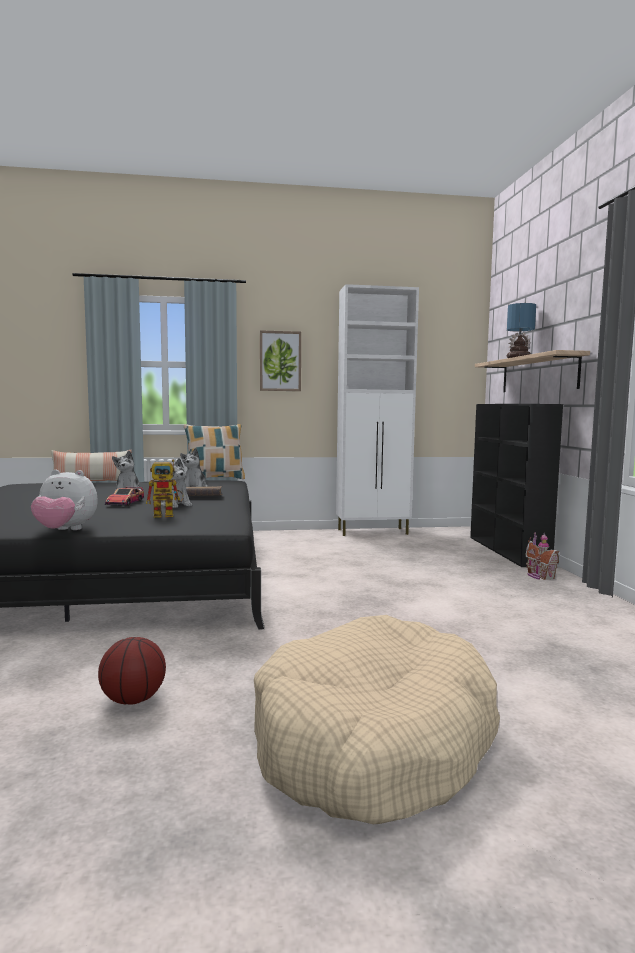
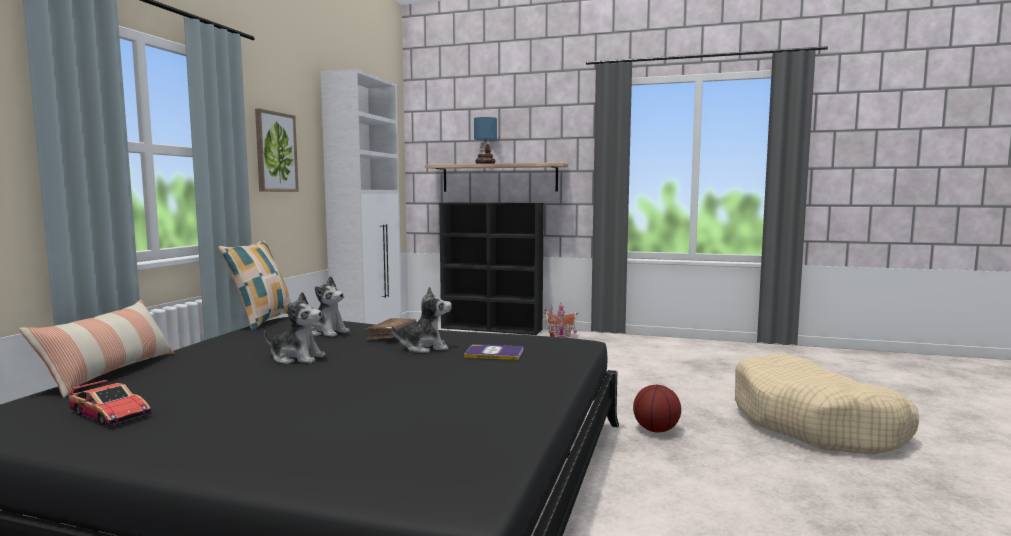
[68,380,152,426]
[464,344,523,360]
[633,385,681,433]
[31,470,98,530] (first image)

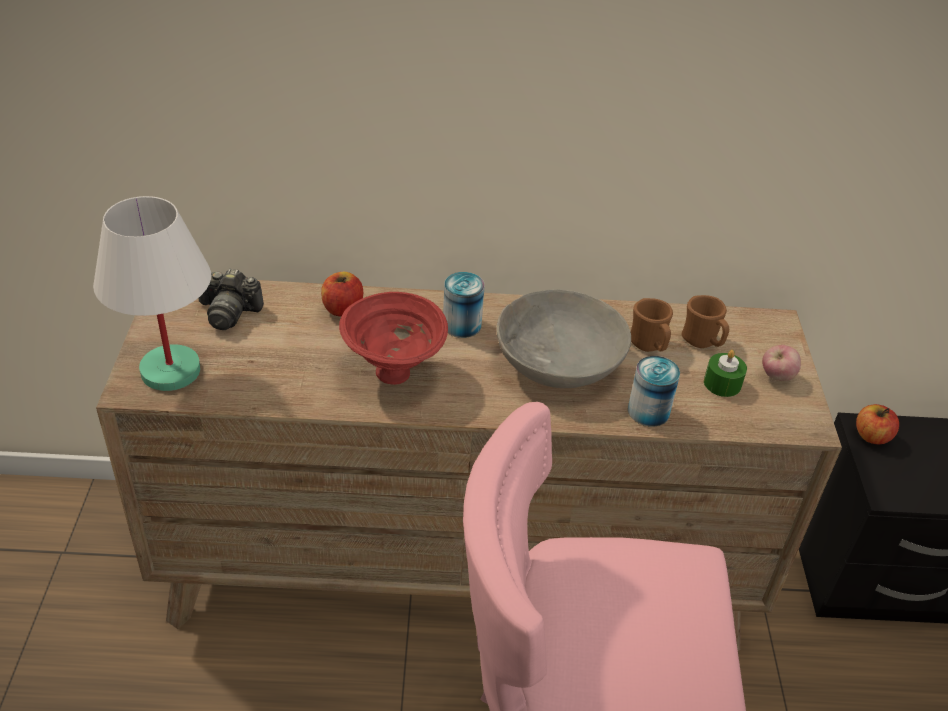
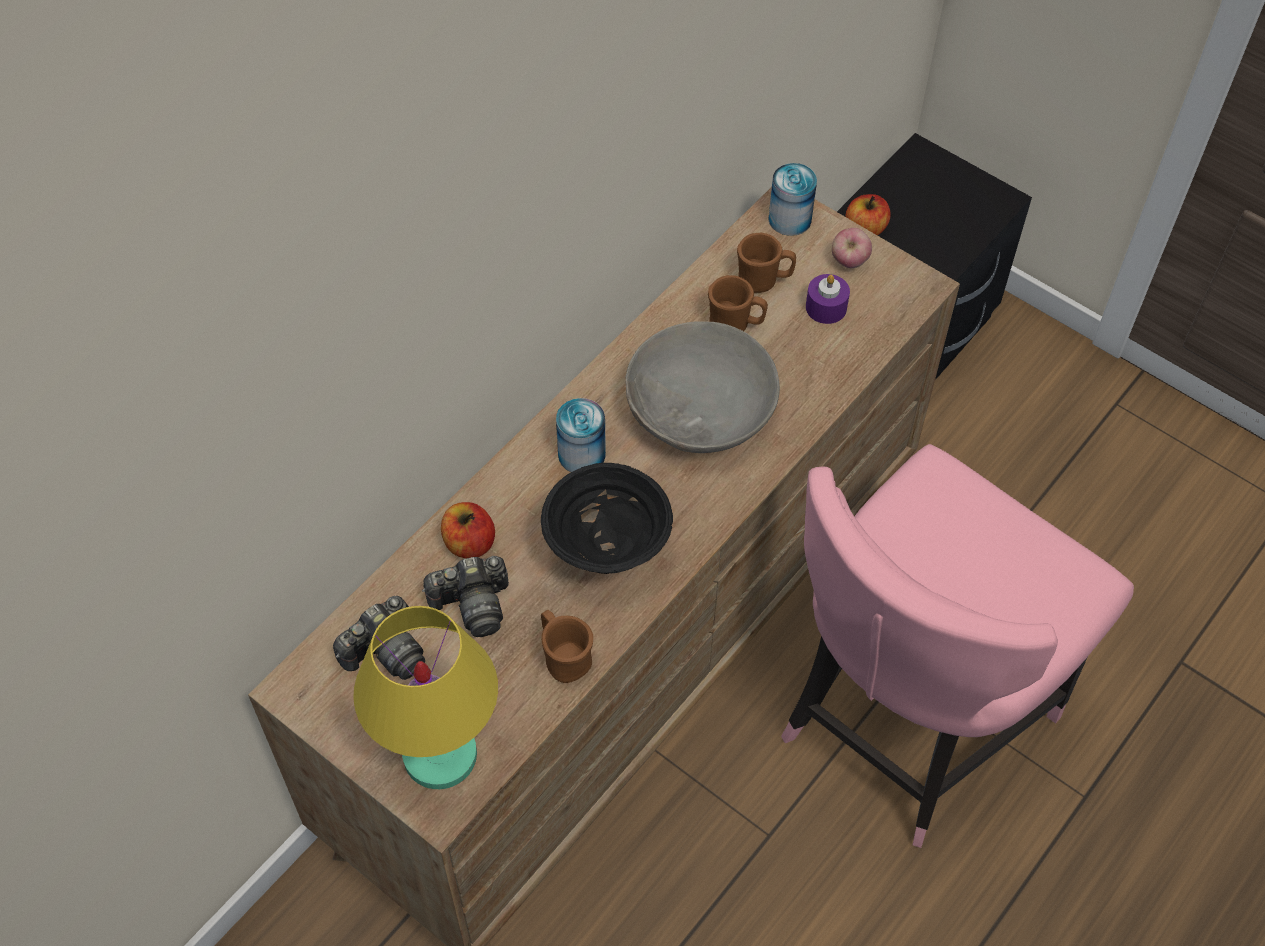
[353,606,498,789]
[422,556,509,637]
[541,463,673,574]
[541,610,593,683]
[768,163,817,236]
[806,274,850,324]

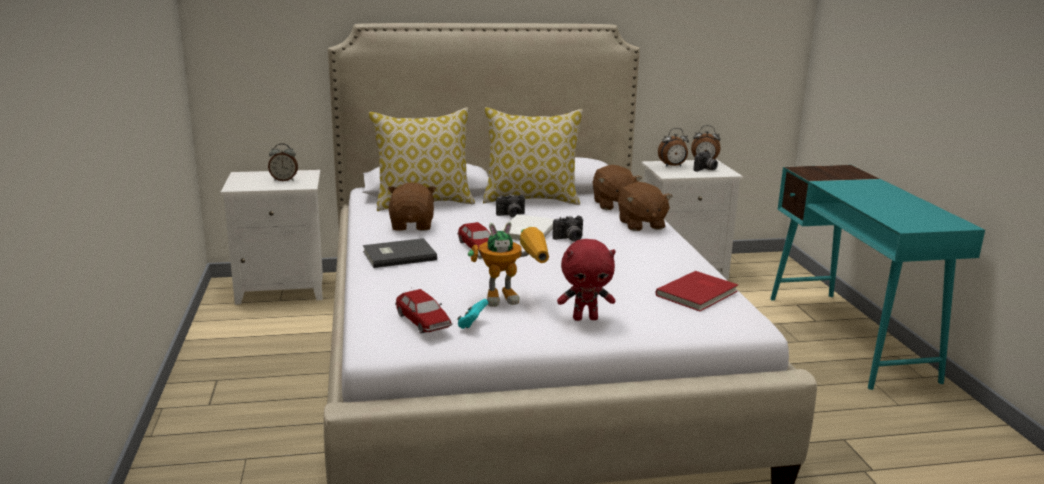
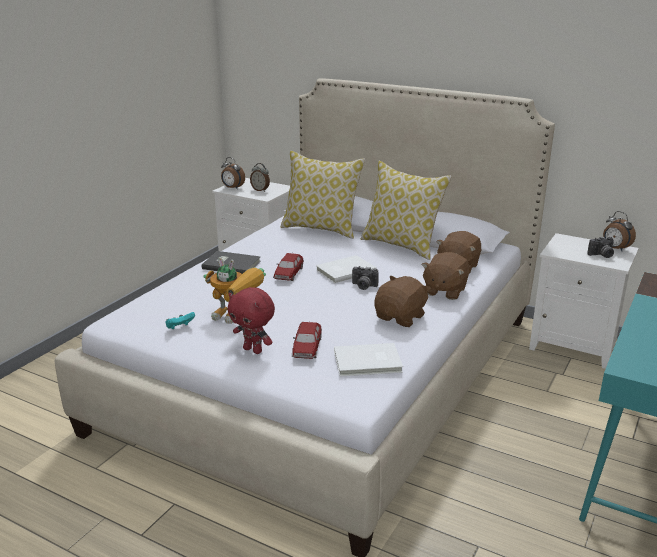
[221,157,245,189]
[292,322,322,359]
[334,343,403,377]
[374,275,431,327]
[496,194,525,218] (first image)

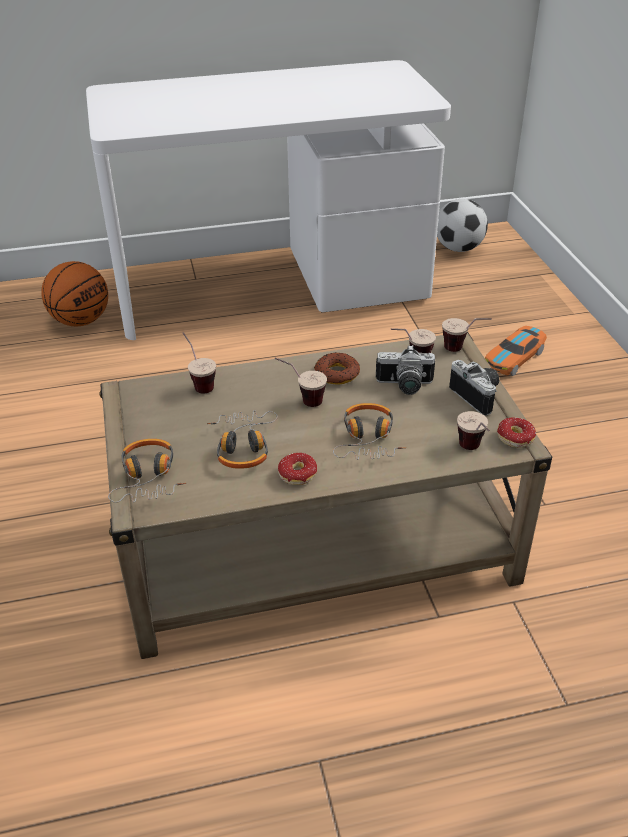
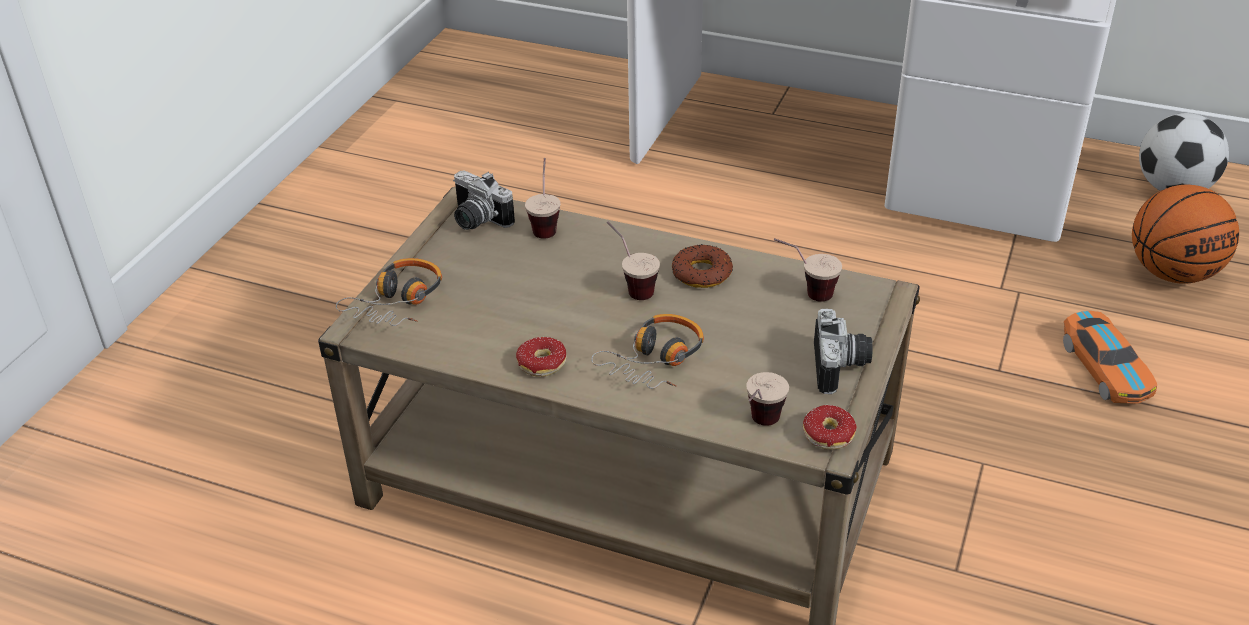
[453,170,515,230]
[1063,311,1157,403]
[1132,185,1239,284]
[207,410,278,469] (first image)
[442,318,492,352] (first image)

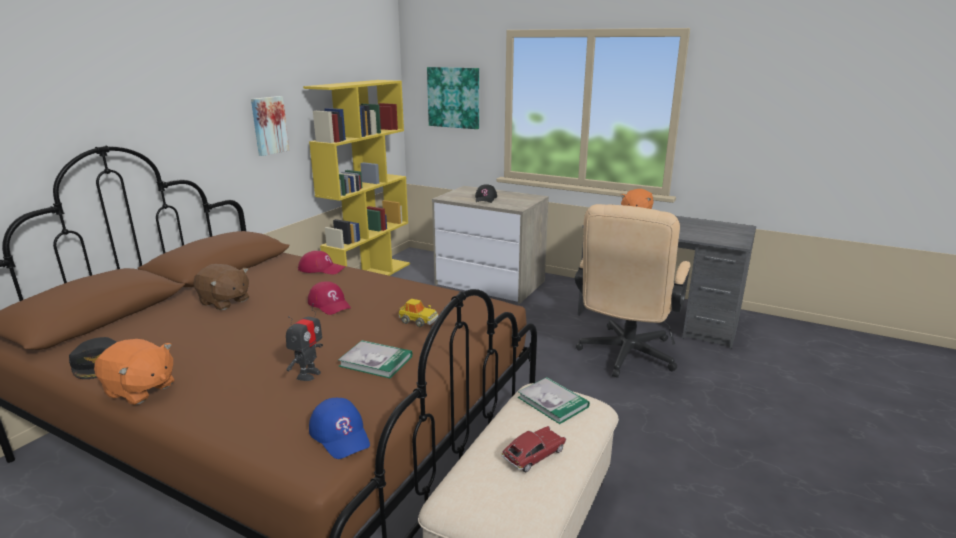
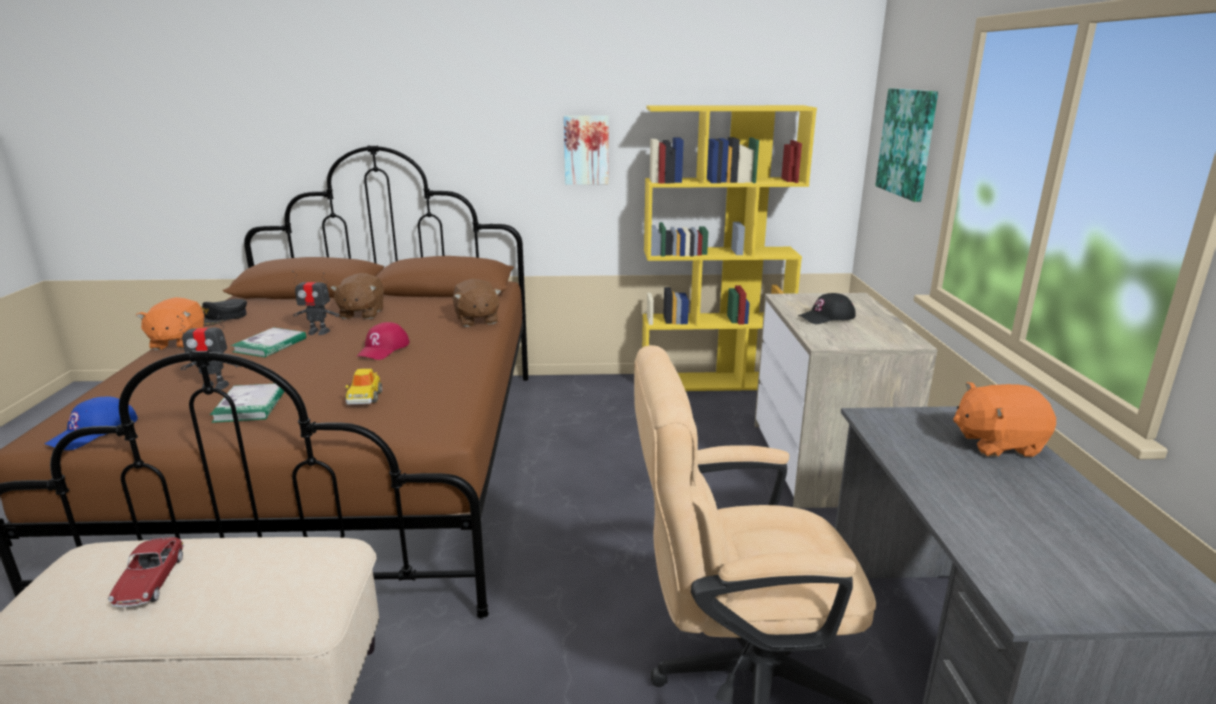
[108,537,184,607]
[231,327,306,357]
[292,271,340,335]
[453,279,501,327]

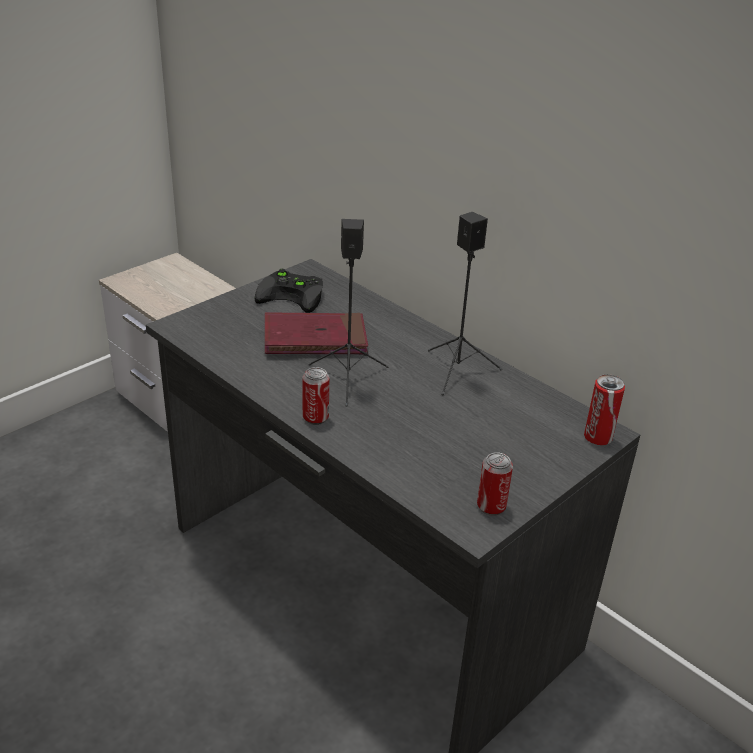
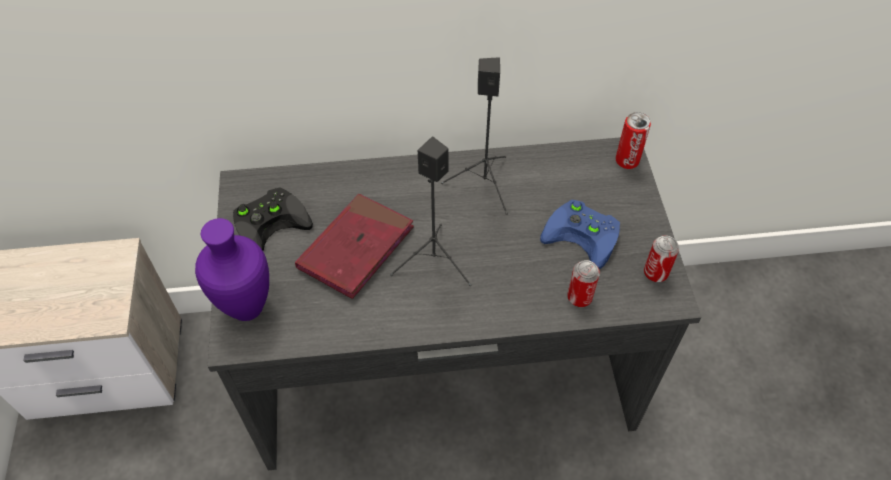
[195,218,269,321]
[540,200,620,269]
[567,260,600,307]

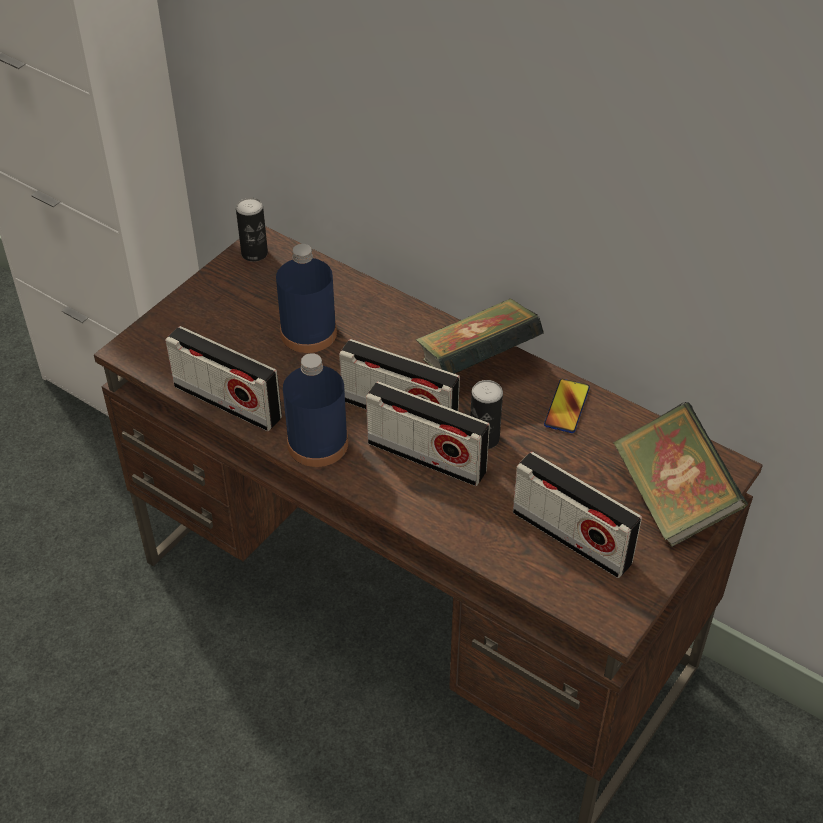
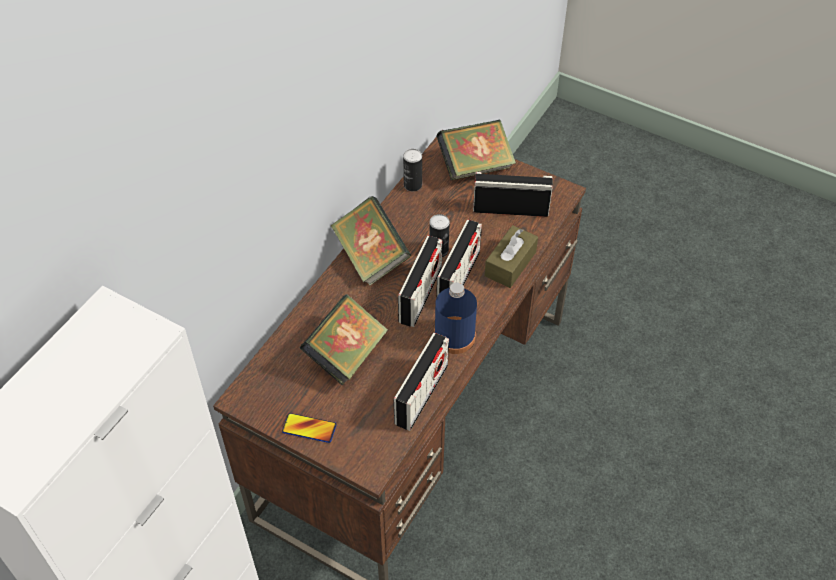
[282,413,337,443]
[300,294,388,386]
[403,149,422,192]
[473,172,553,217]
[485,225,538,288]

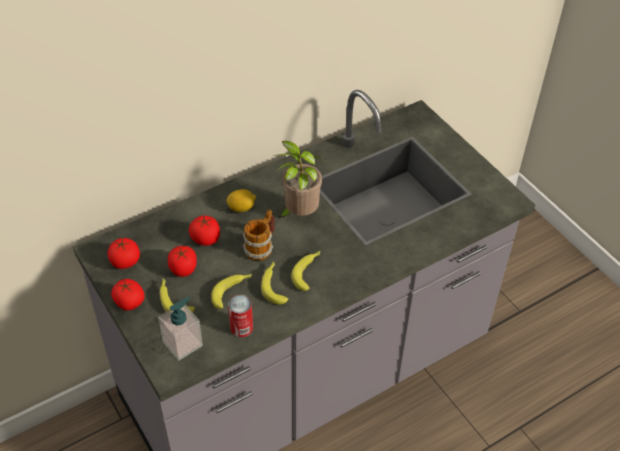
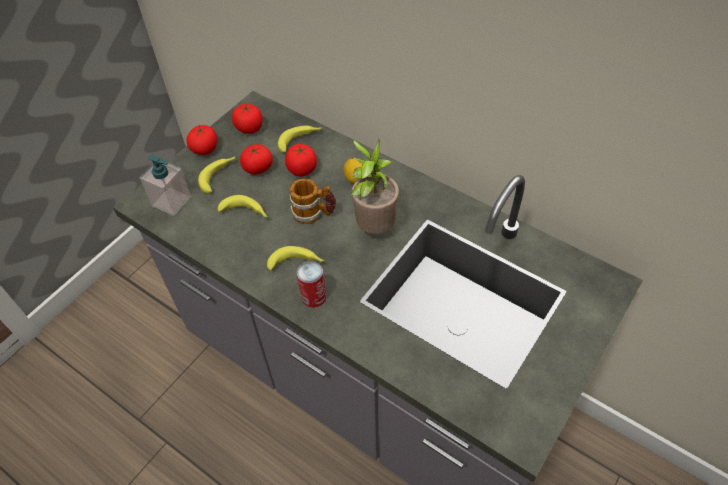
[278,126,322,153]
[297,261,326,308]

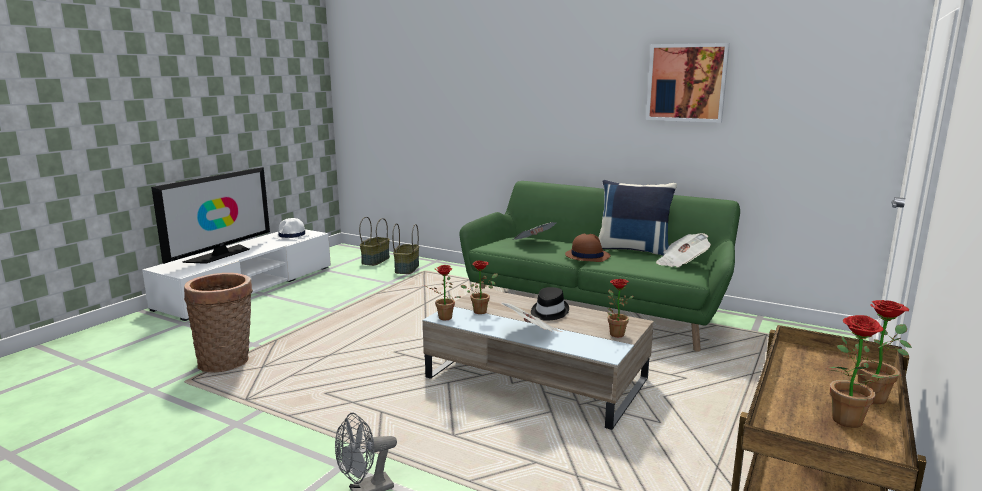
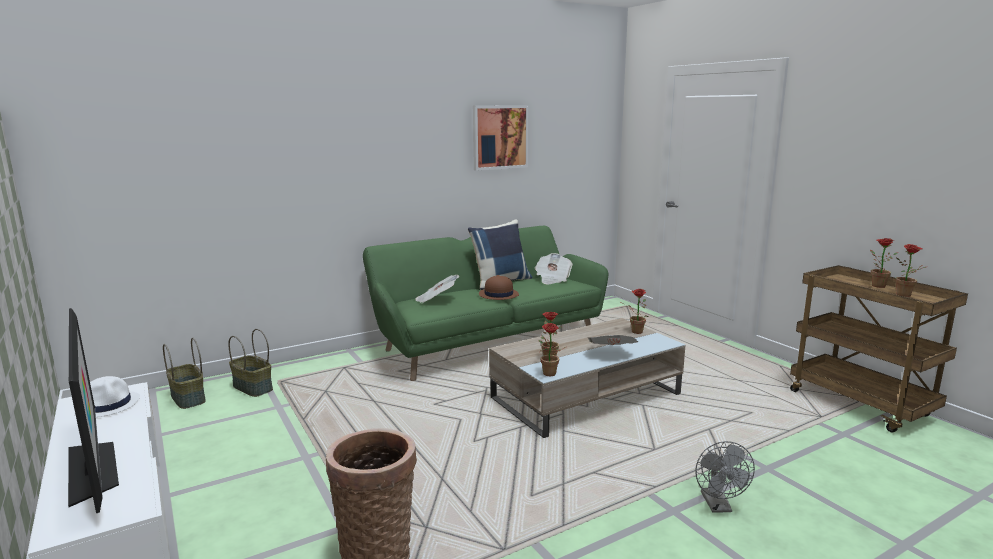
[531,287,569,321] (first image)

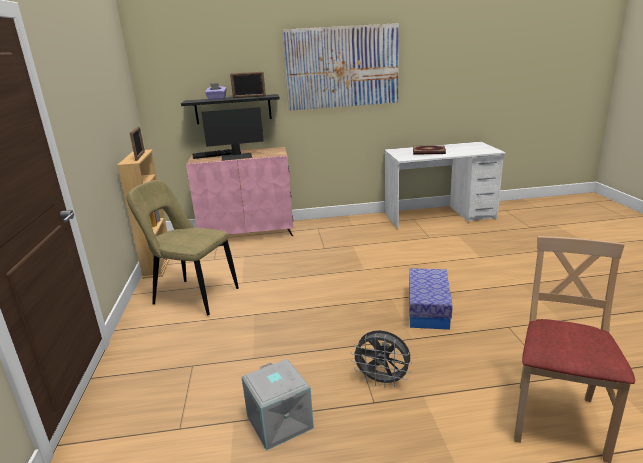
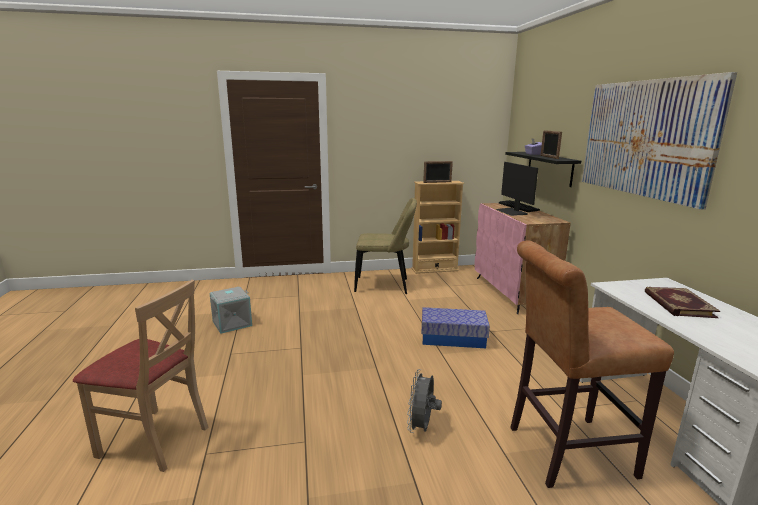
[354,198,417,294]
[407,369,442,433]
[421,307,490,348]
[510,240,674,488]

